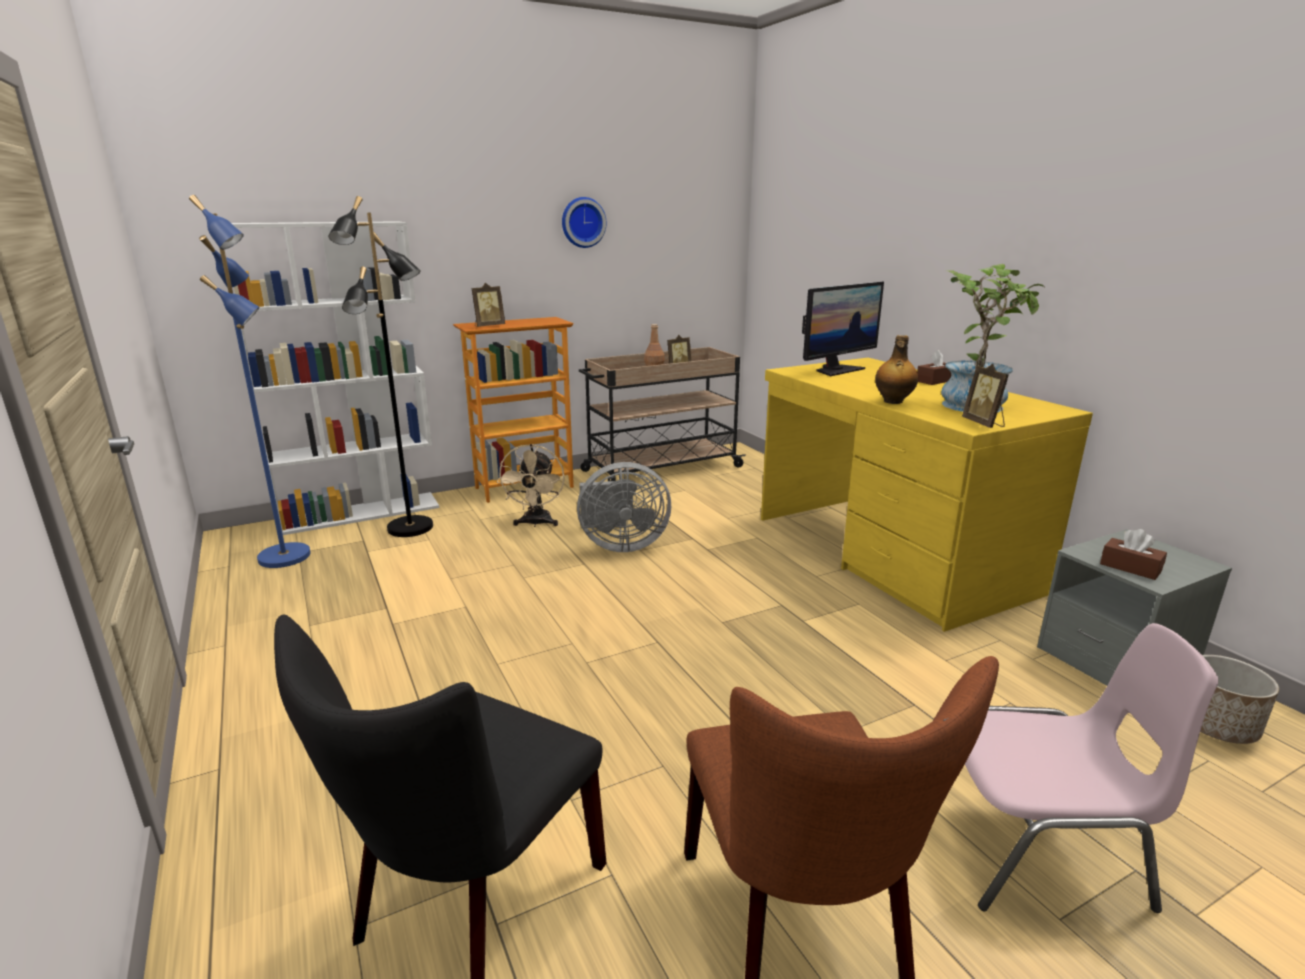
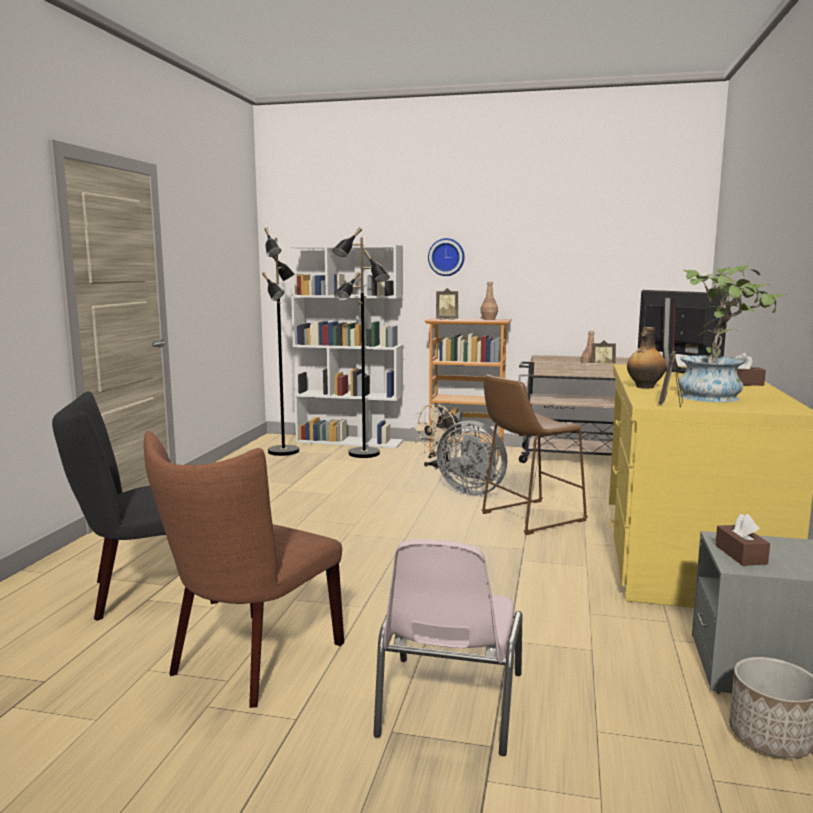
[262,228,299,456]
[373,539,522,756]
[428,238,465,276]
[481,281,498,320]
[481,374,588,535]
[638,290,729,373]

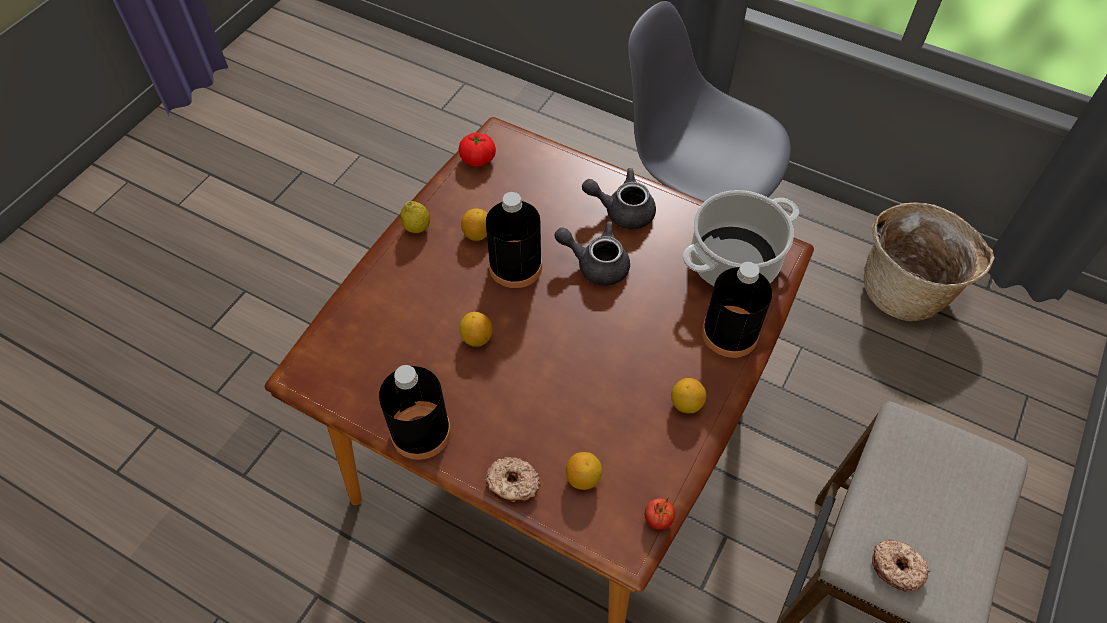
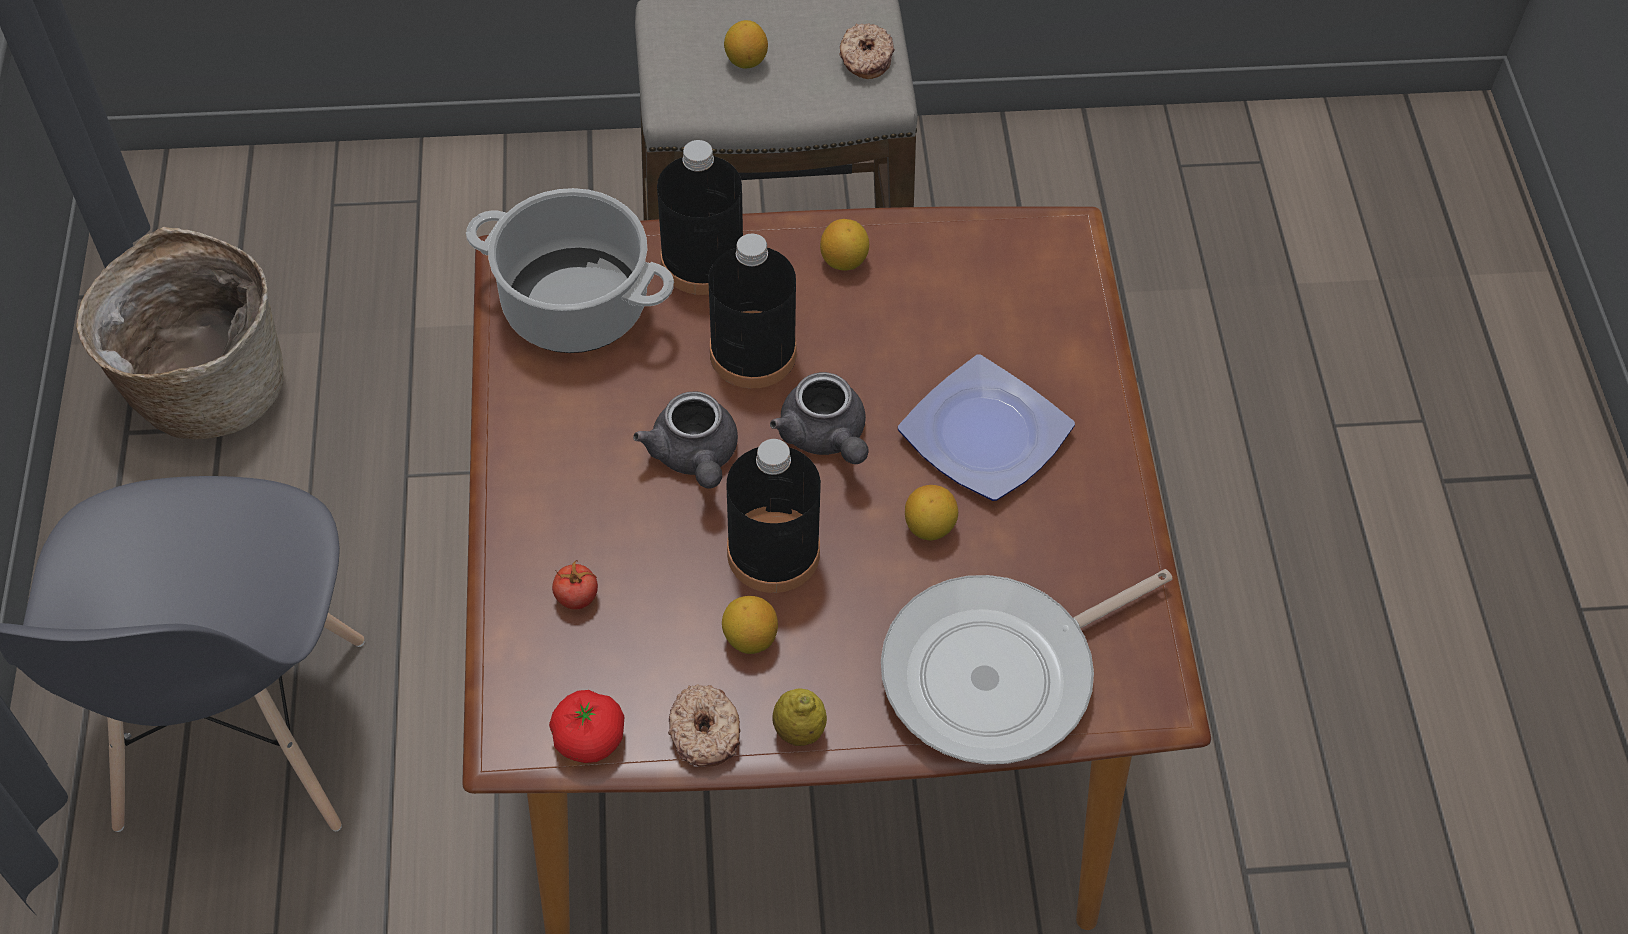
[552,560,598,610]
[668,684,741,767]
[708,234,797,388]
[724,20,768,69]
[770,372,869,464]
[881,569,1173,764]
[898,354,1075,501]

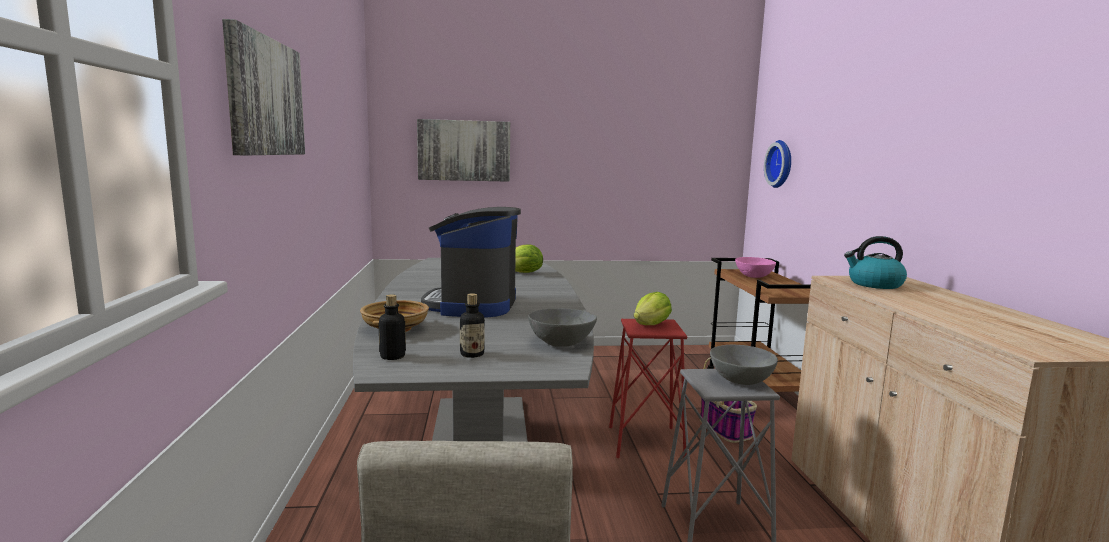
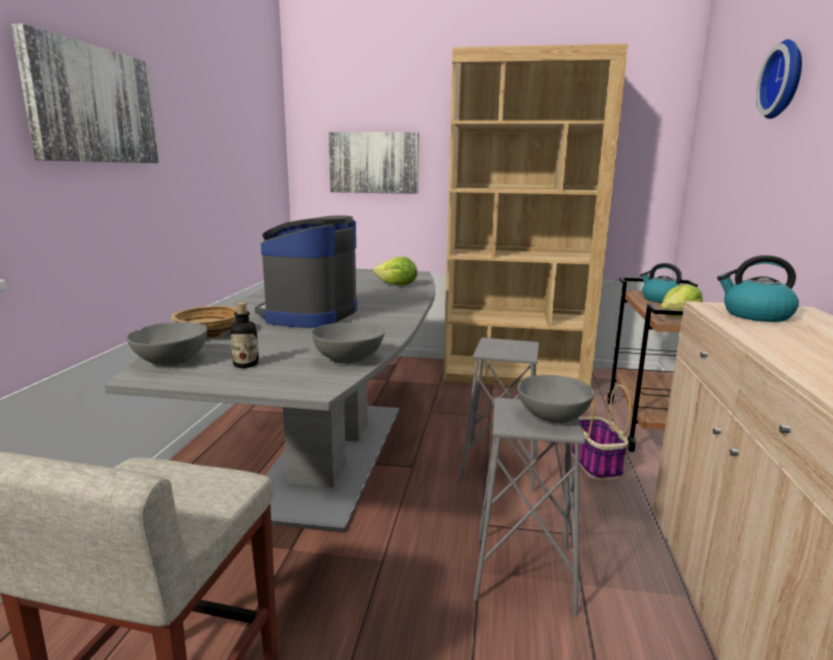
[126,322,207,366]
[443,44,628,386]
[460,338,539,492]
[640,263,682,303]
[661,284,703,318]
[756,39,802,119]

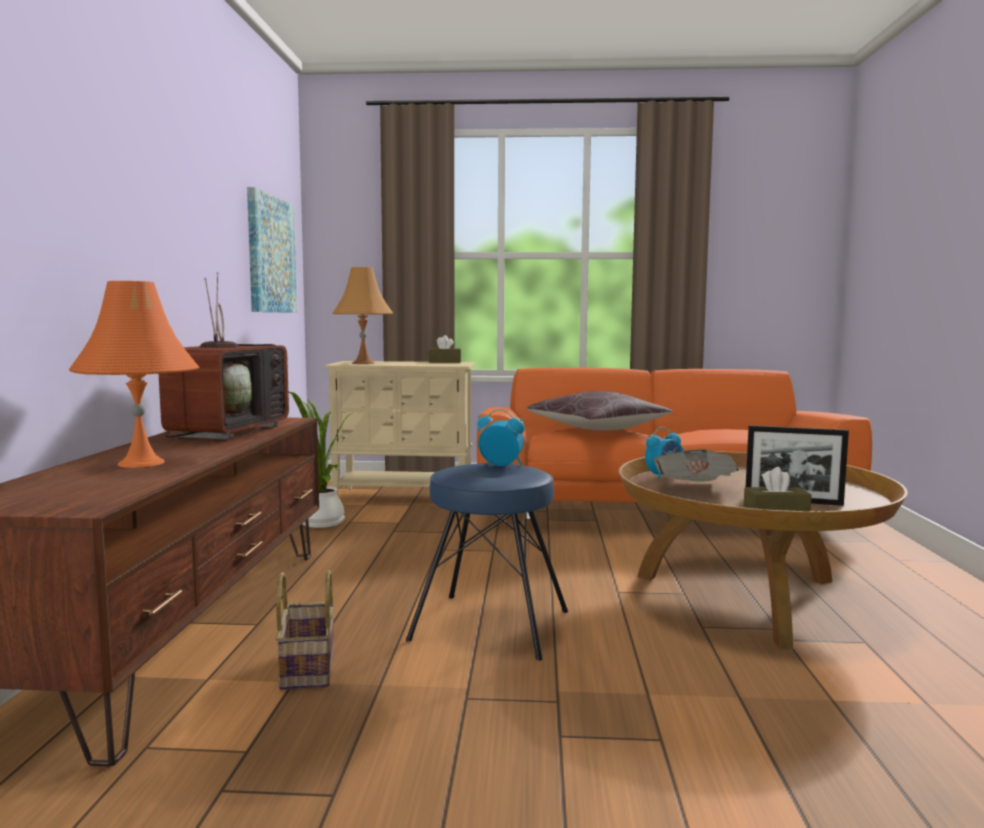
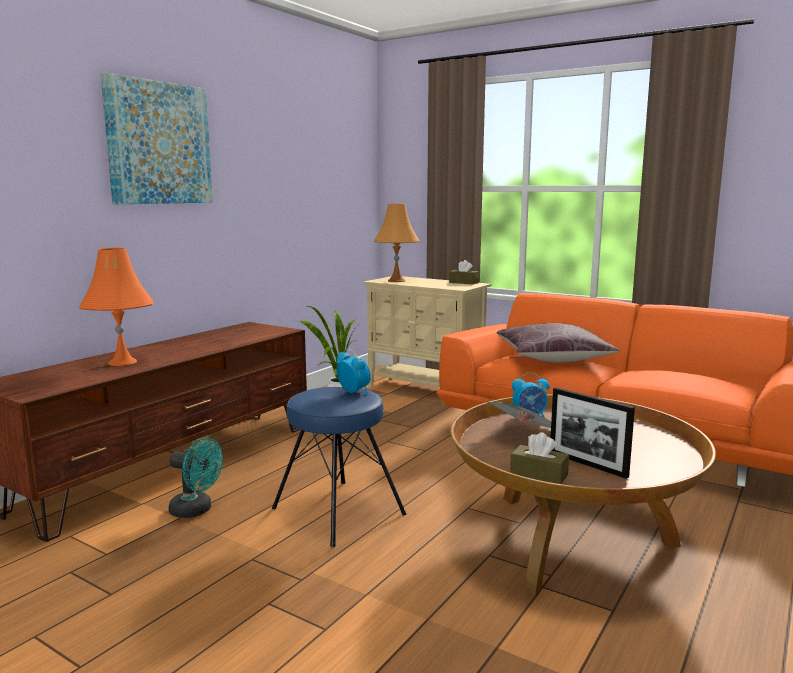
[100,73,213,204]
[169,437,223,518]
[159,272,289,440] (first image)

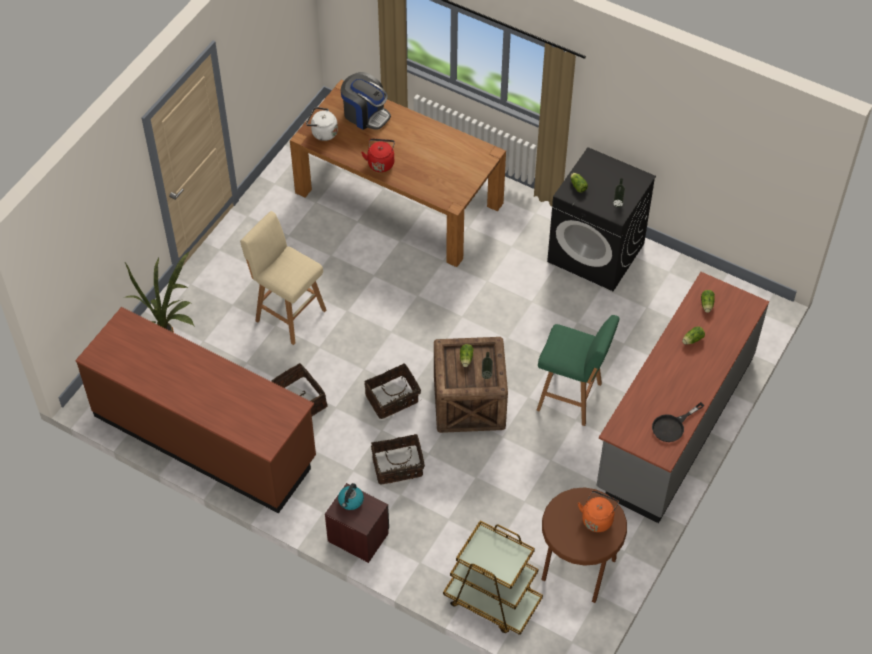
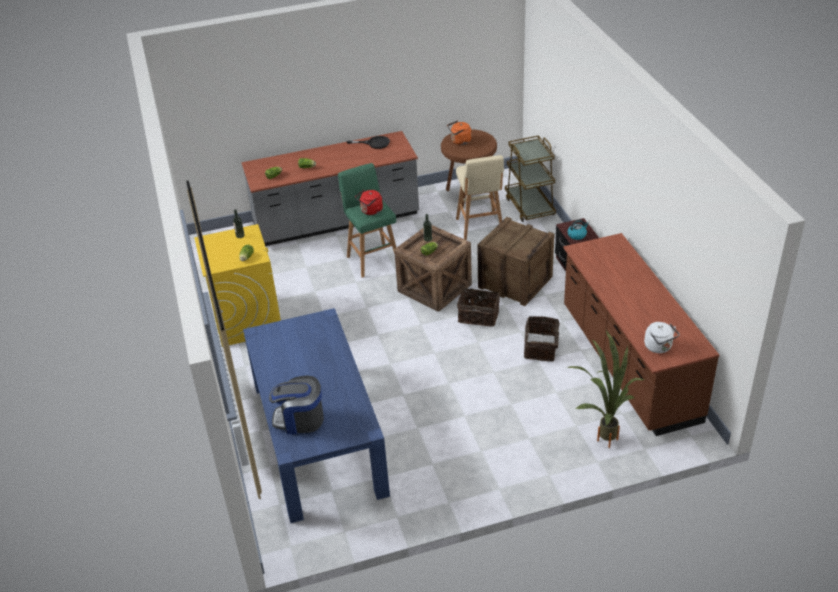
[194,224,281,347]
[243,308,390,523]
[269,376,324,434]
[355,190,383,215]
[456,155,504,240]
[477,217,555,306]
[644,322,680,353]

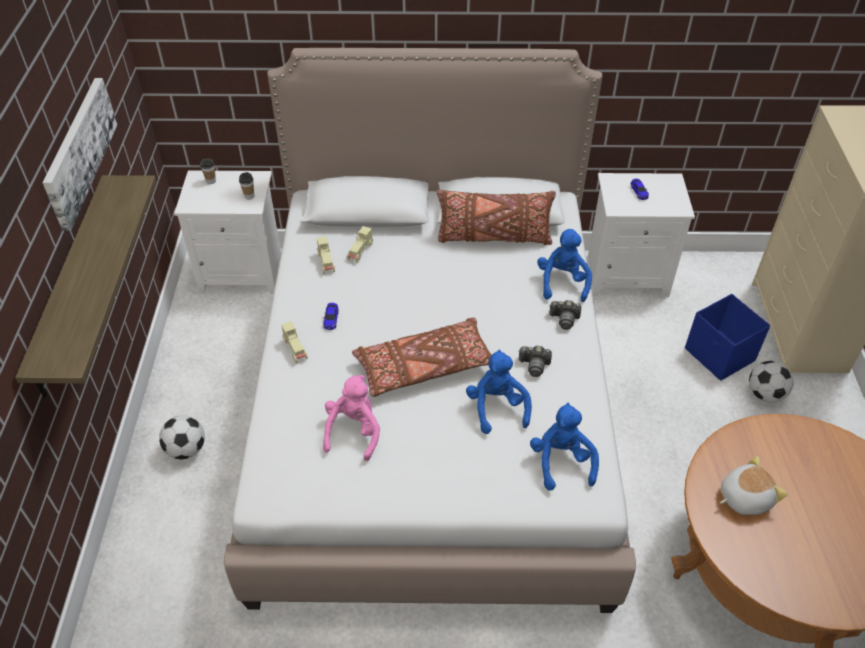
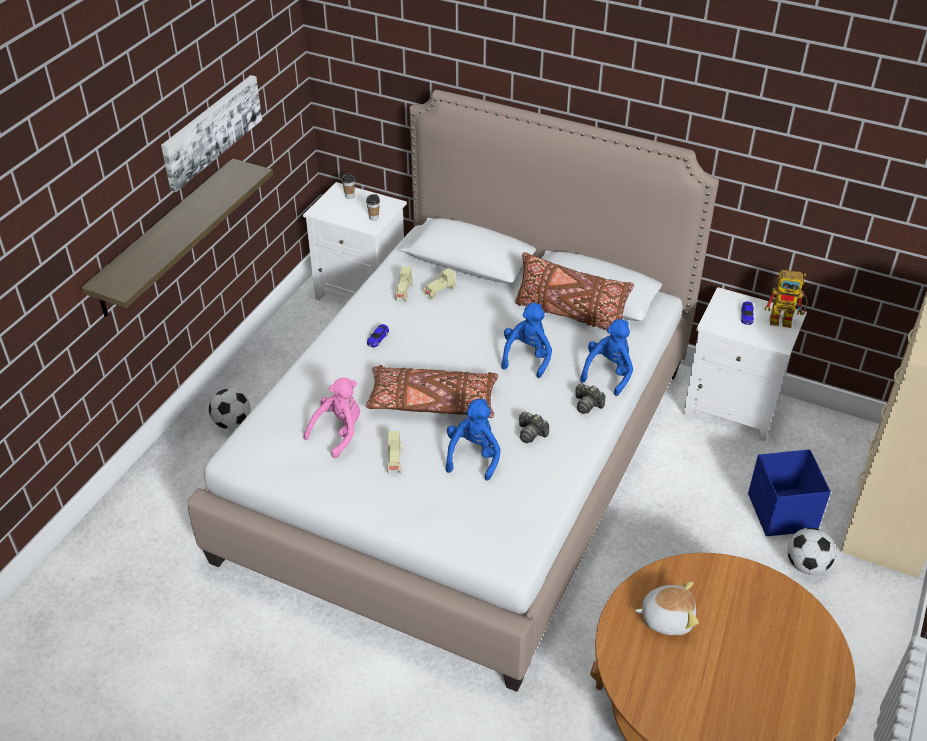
[387,431,402,474]
[501,303,552,378]
[765,270,808,328]

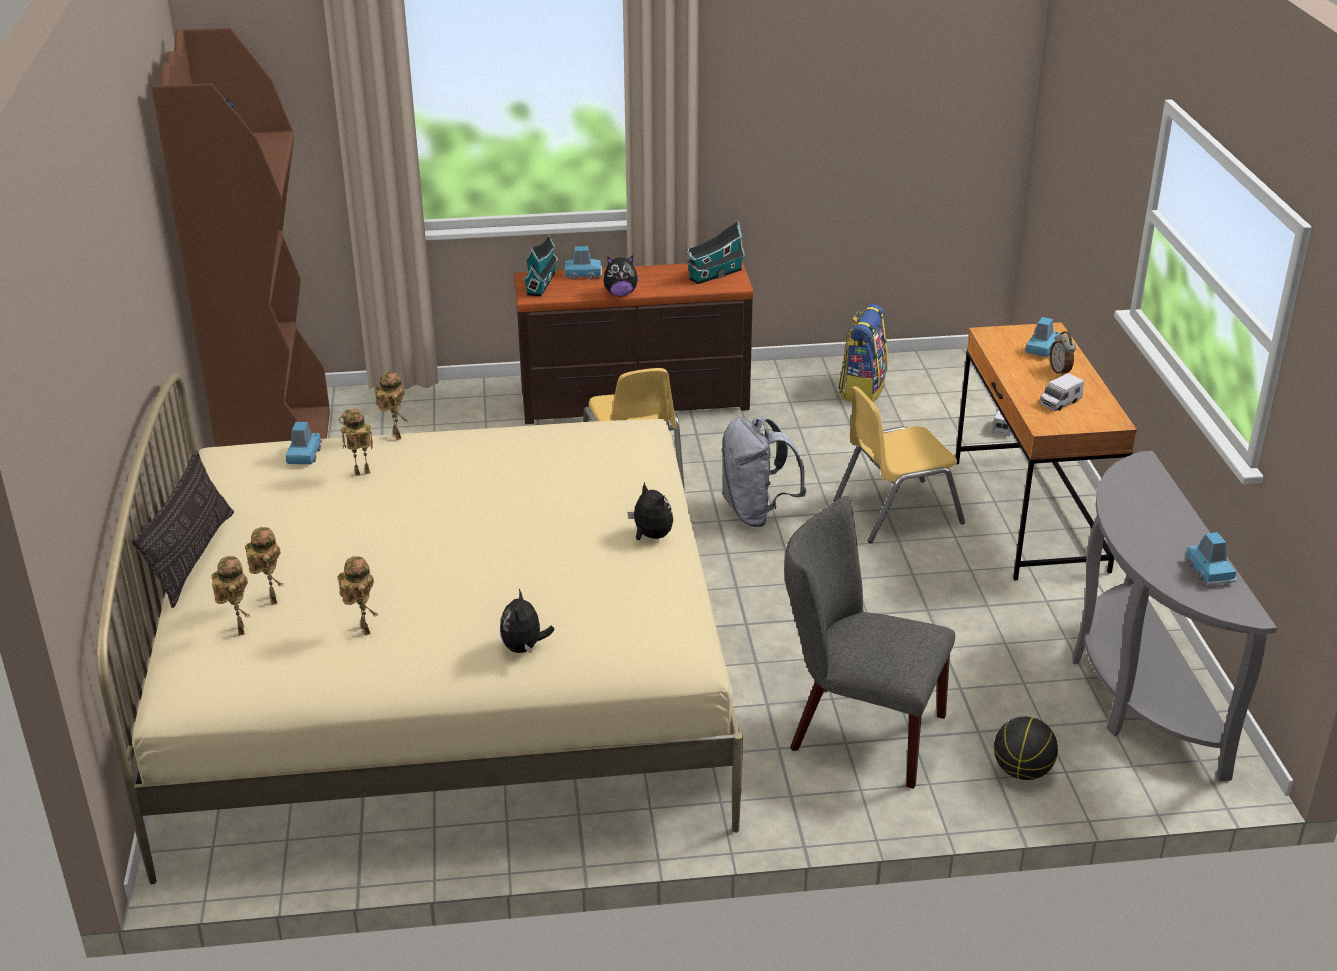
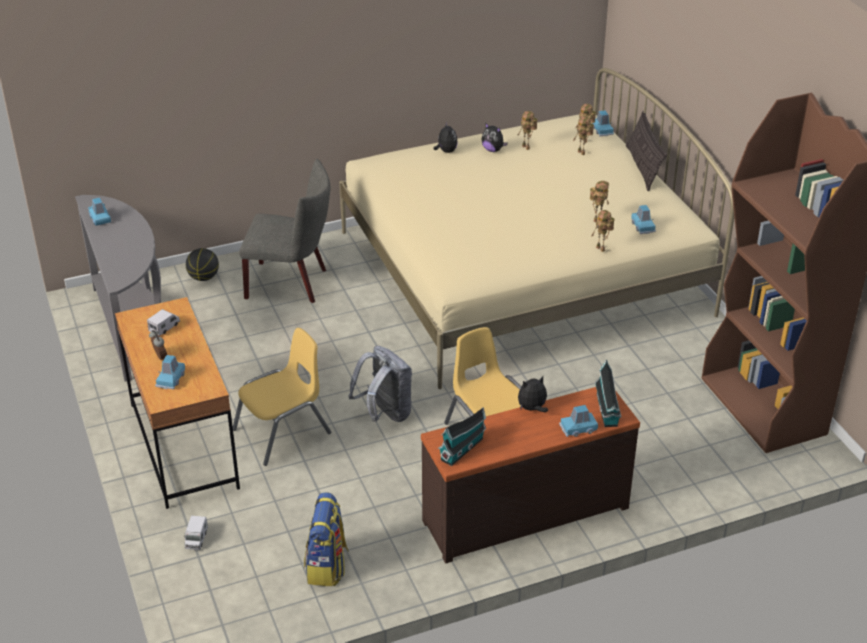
[482,123,508,152]
[592,110,614,136]

